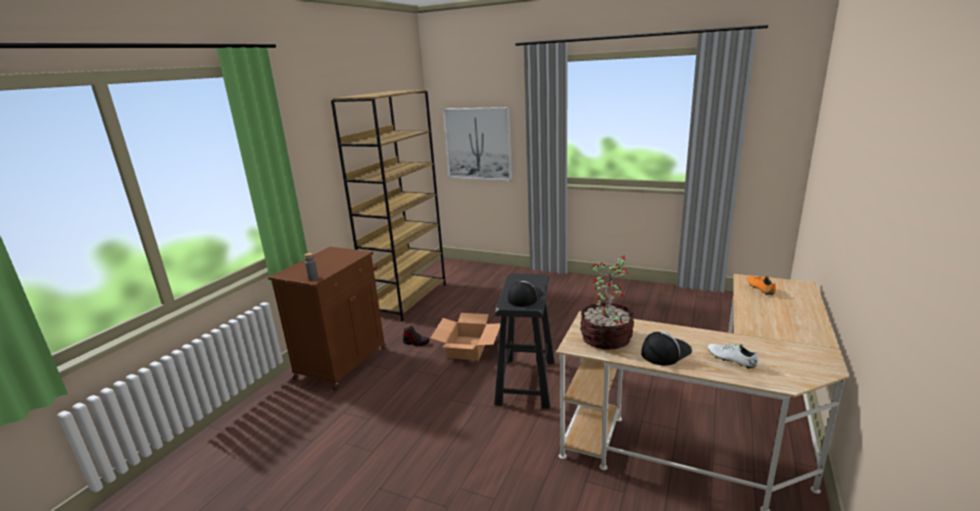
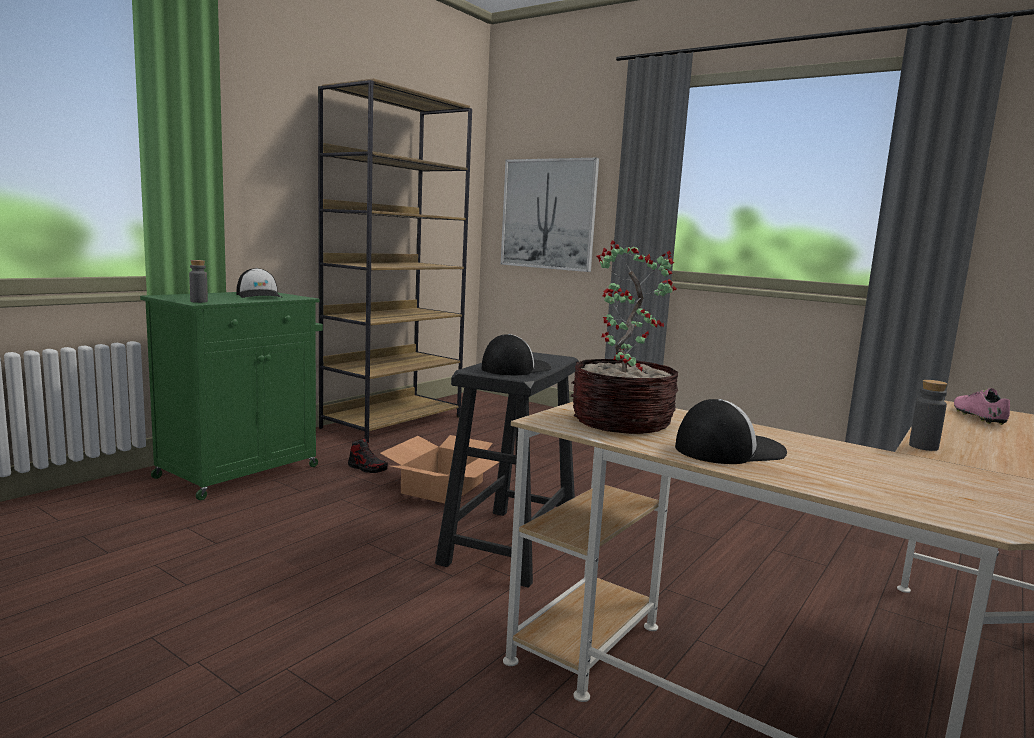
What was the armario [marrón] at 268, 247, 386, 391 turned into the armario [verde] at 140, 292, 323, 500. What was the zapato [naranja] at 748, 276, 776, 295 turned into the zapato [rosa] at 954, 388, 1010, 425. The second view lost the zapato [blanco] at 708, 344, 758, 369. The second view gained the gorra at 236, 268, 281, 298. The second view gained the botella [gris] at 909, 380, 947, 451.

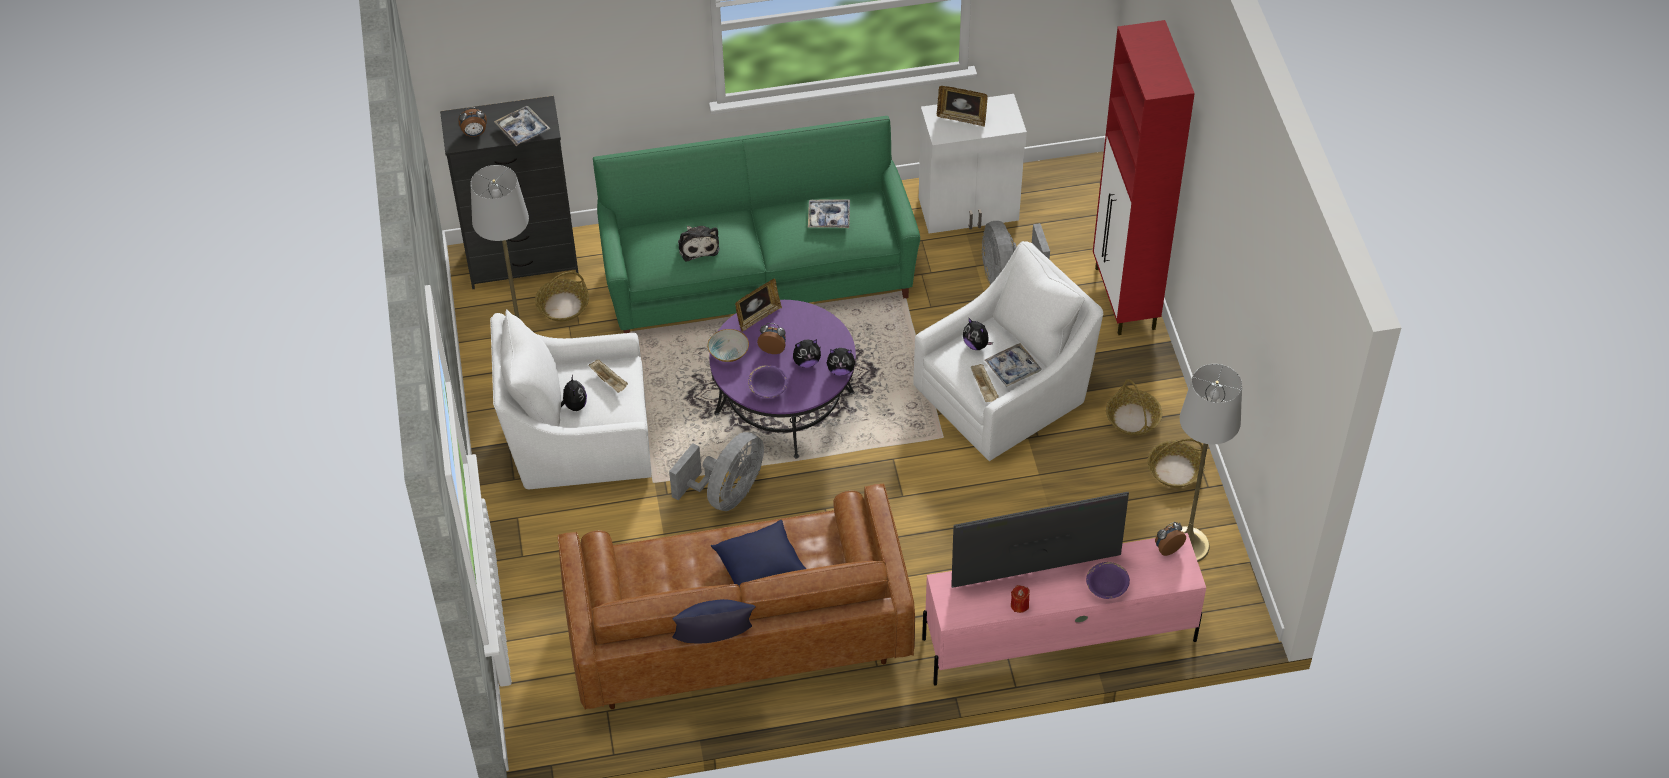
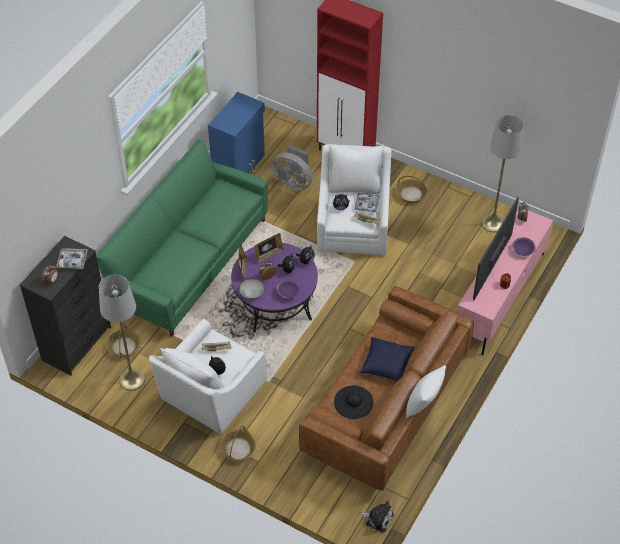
The portarretratos ended up elsewhere, having gone from 937, 86, 988, 127 to 255, 233, 284, 263. What was the armario [blanco] at 919, 94, 1027, 234 turned into the armario [azul] at 208, 92, 265, 174. The second view lost the bandeja at 808, 199, 850, 228. The peluche ended up elsewhere, having gone from 678, 226, 720, 261 to 359, 501, 394, 533. The second view lost the ventilador [gris] at 669, 432, 764, 511. The cesta ended up elsewhere, having gone from 1147, 439, 1205, 488 to 220, 425, 256, 461. What was the cojín [azul] at 672, 599, 756, 643 turned into the cojín [blanco] at 406, 365, 446, 418. The second view gained the sombrero [negro] at 334, 386, 373, 419.

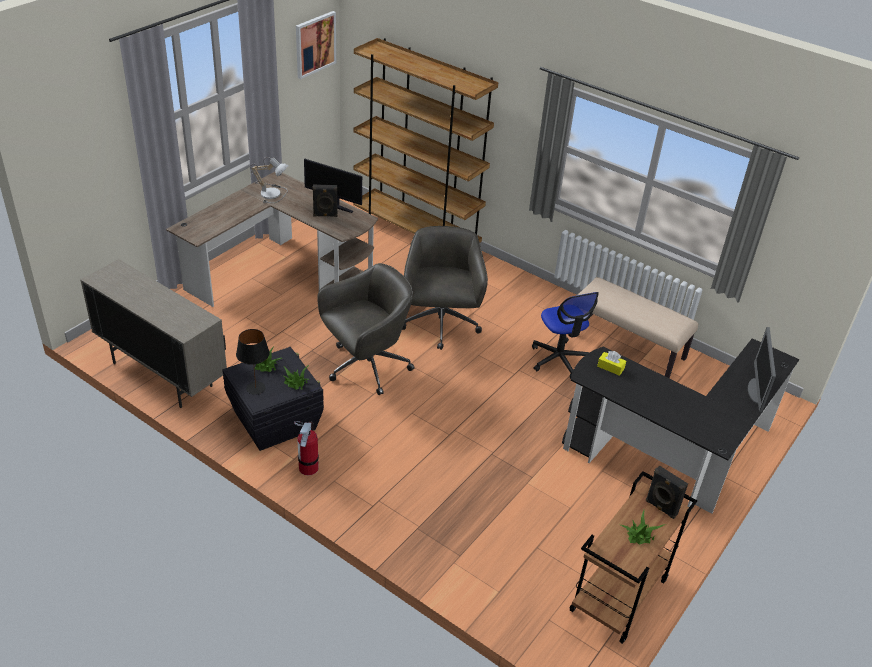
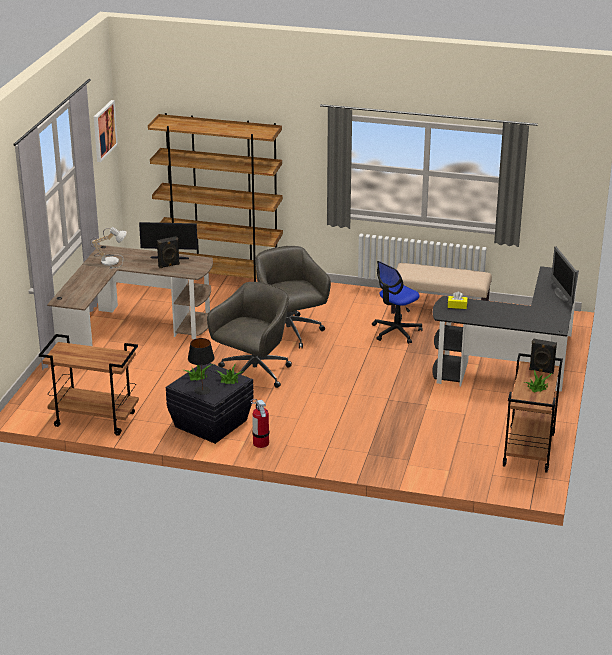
Where the armario [beis] stood at 80, 259, 227, 408, the carrito [marrón] came to stand at 39, 334, 139, 436. The silla de oficina at 532, 292, 599, 379 ended up facing another way, 90 degrees clockwise from before.

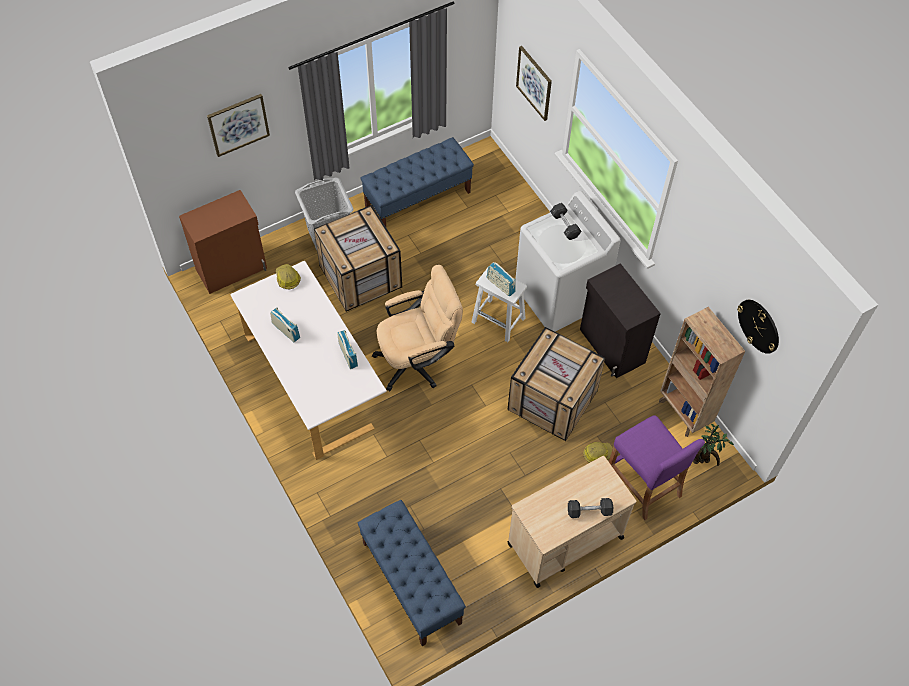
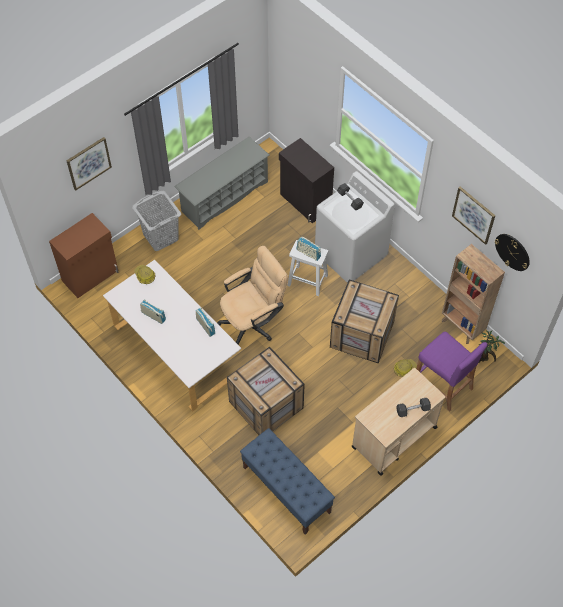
The cuadro ended up elsewhere, having gone from 516, 46, 552, 121 to 452, 187, 495, 245. Where the banco [azul] stood at 360, 137, 474, 227, the zapatero [gris] came to stand at 174, 137, 270, 230. The caja de embalaje ended up elsewhere, having gone from 314, 205, 402, 311 to 227, 347, 305, 435. The armario [negro] ended up elsewhere, having gone from 580, 263, 661, 378 to 279, 138, 334, 223.

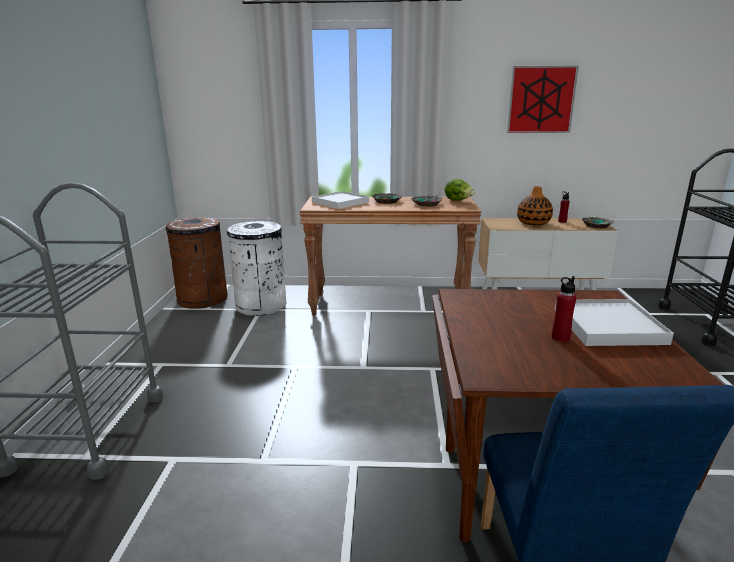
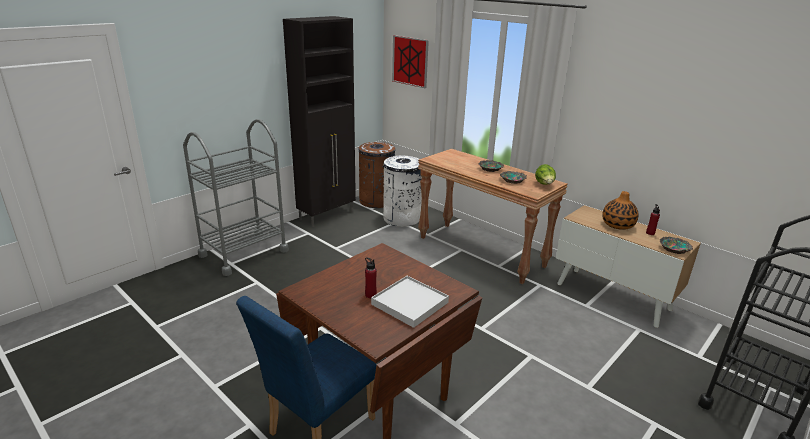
The cuadro ended up elsewhere, having gone from 507, 66, 579, 133 to 392, 35, 429, 88. The second view lost the bandeja [blanco] at 312, 191, 369, 209. The second view gained the armario [negro] at 283, 16, 356, 227.

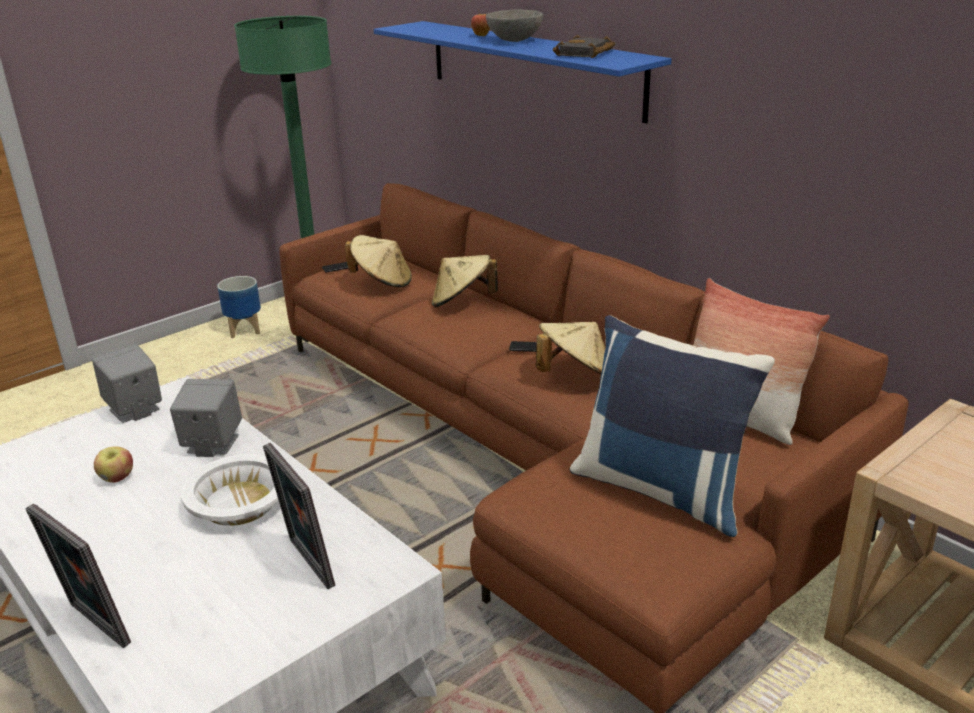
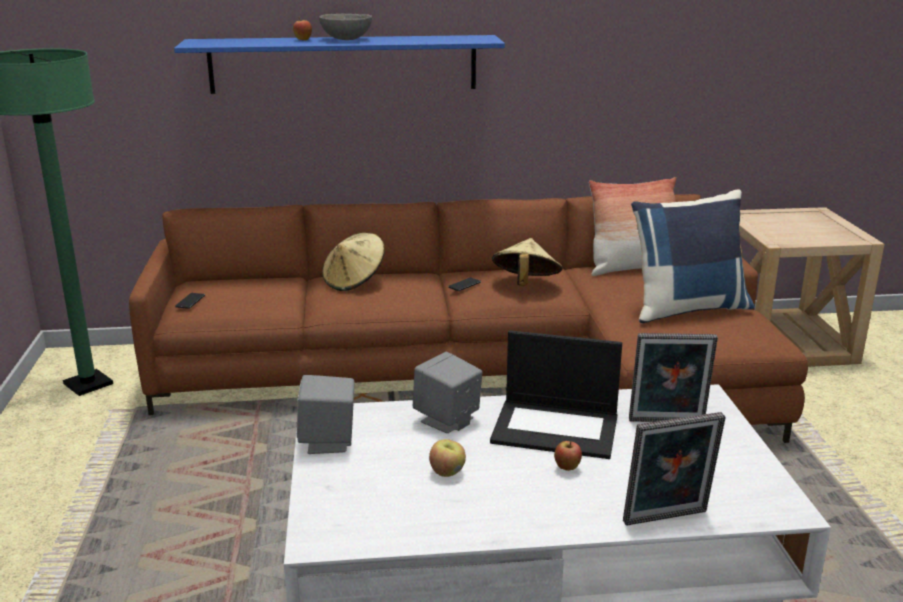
The second view lost the libro [negro] at 553, 35, 615, 58. The second view lost the sombrero [beis] at 345, 235, 412, 287. The second view lost the maceta at 217, 276, 261, 338. Where the cuenco [blanco] stood at 181, 454, 279, 526, the portátil came to stand at 490, 330, 622, 459. The second view gained the manzana at 554, 441, 582, 471.

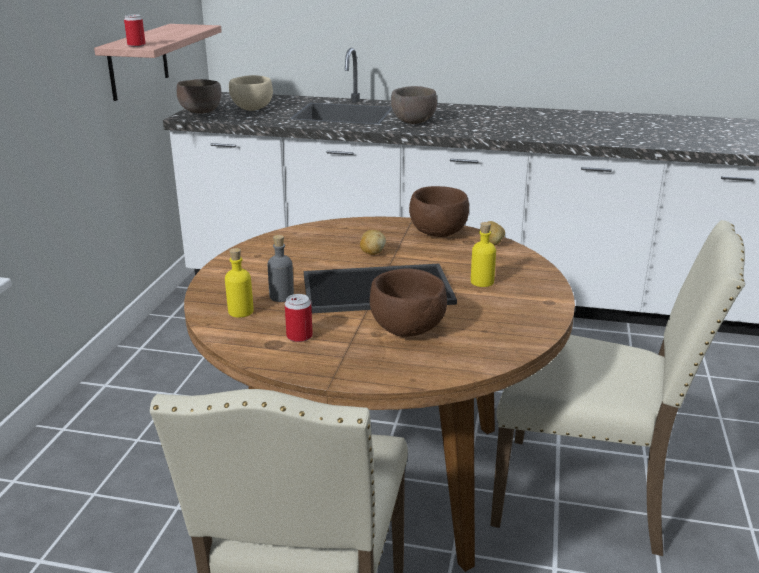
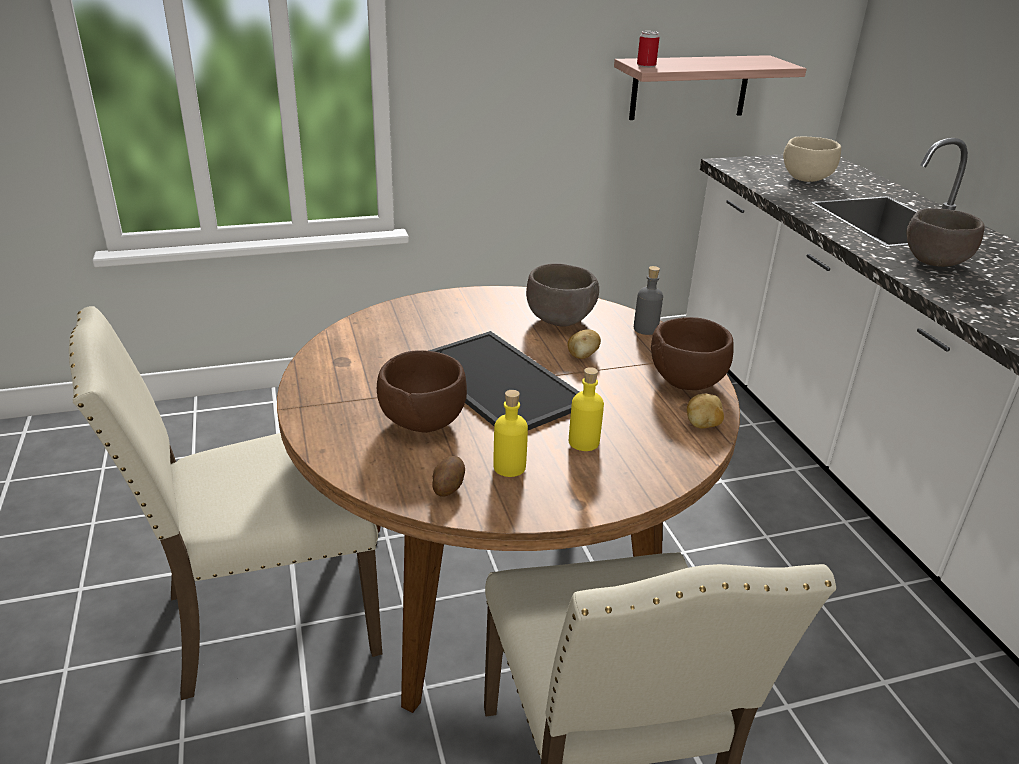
The cuenco [marrón] ended up elsewhere, having gone from 177, 79, 222, 114 to 526, 263, 599, 327. The botella [gris] ended up elsewhere, having gone from 268, 235, 294, 302 to 634, 266, 663, 335. The botella [amarillo] ended up elsewhere, having gone from 225, 248, 254, 318 to 493, 390, 528, 477. The second view lost the lata at 285, 294, 313, 342. The second view gained the patata at 433, 456, 465, 497.

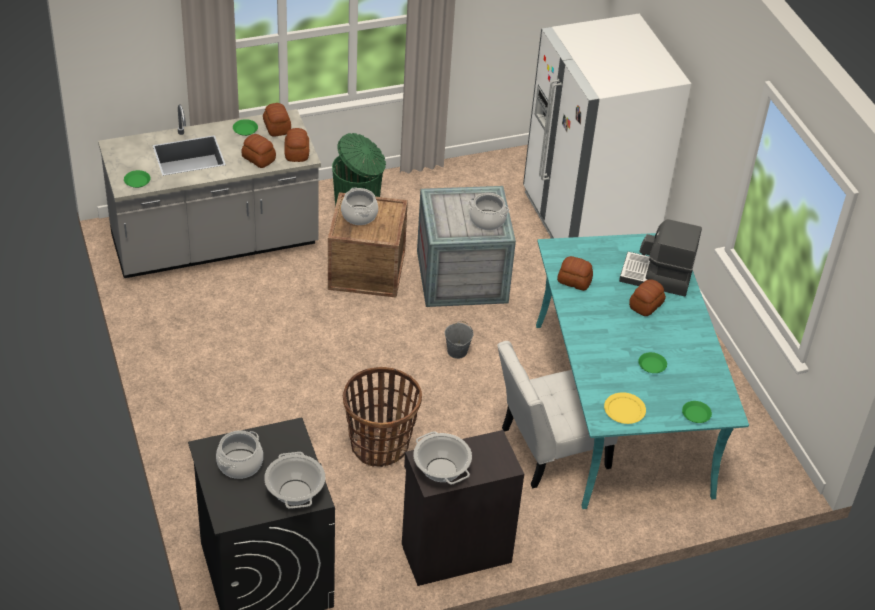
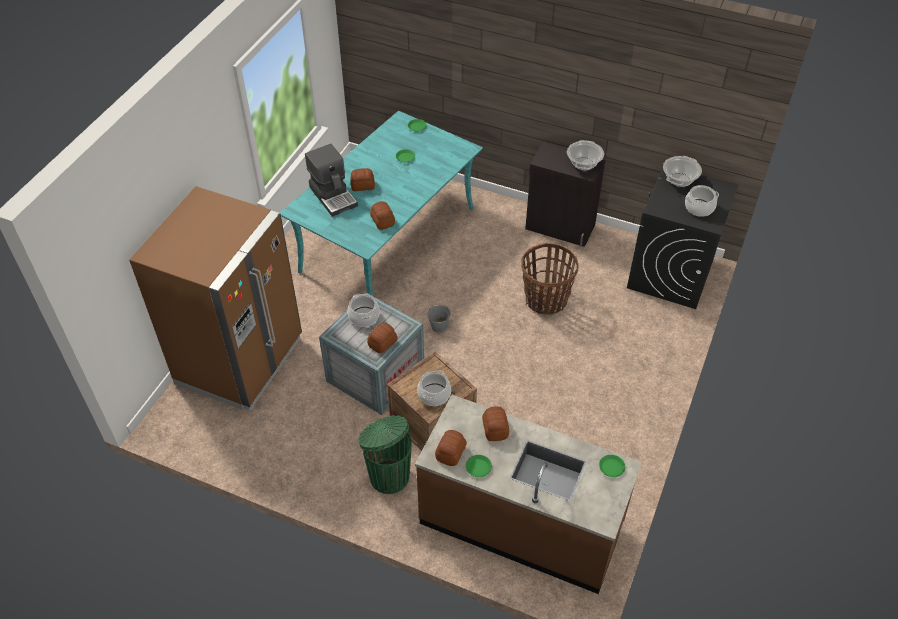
What was the nevera [blanco] at 523, 14, 691, 239 turned into the nevera [marrón] at 129, 186, 302, 411. What was the mueble bajo de cocina [gris] at 98, 105, 321, 278 turned into the mueble bajo de cocina [marrón] at 415, 395, 642, 594. The pan ended up elsewhere, having gone from 284, 128, 309, 162 to 367, 323, 397, 353. The second view lost the silla [blanco] at 497, 341, 618, 488. The second view lost the plato [amarillo] at 604, 392, 646, 424.

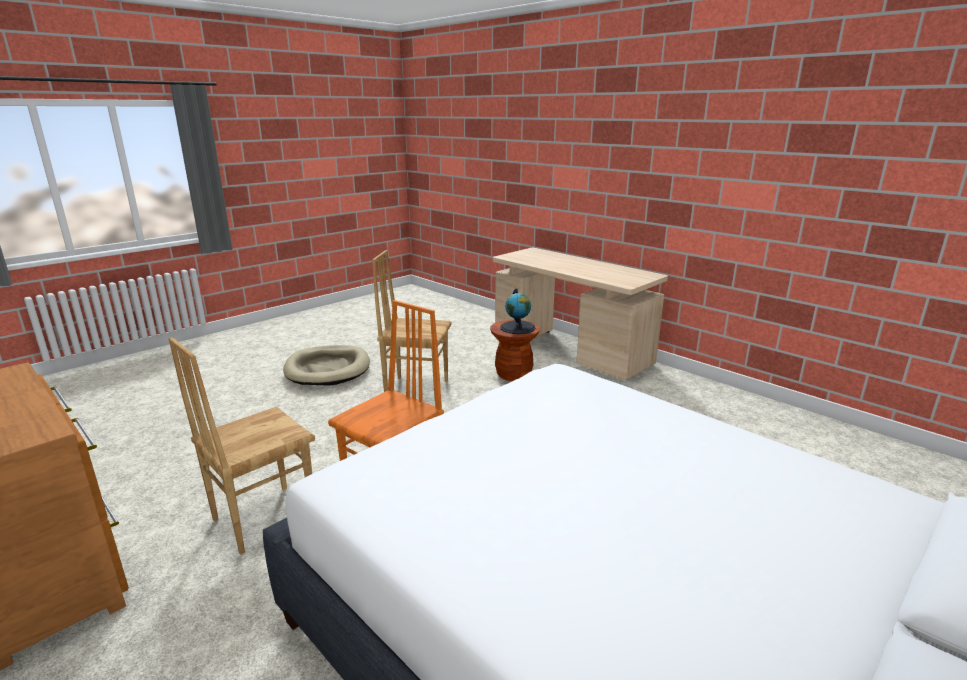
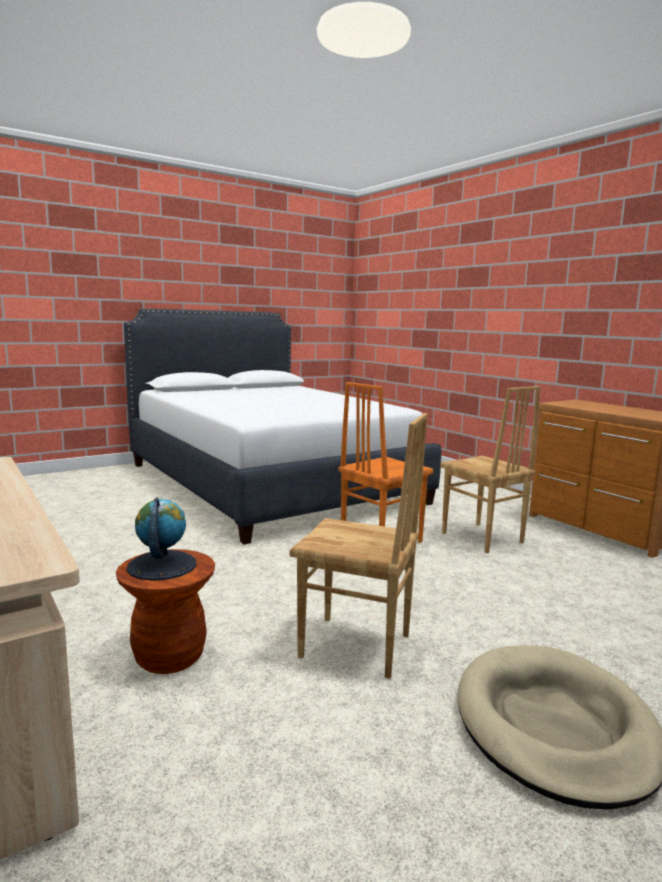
The silla [marrón] at 168, 337, 315, 555 ended up facing another way, 90 degrees clockwise from before.

